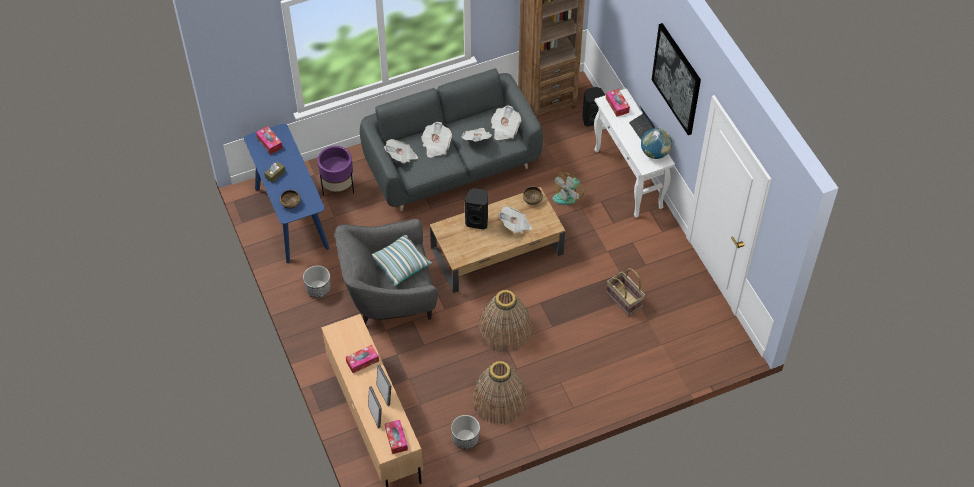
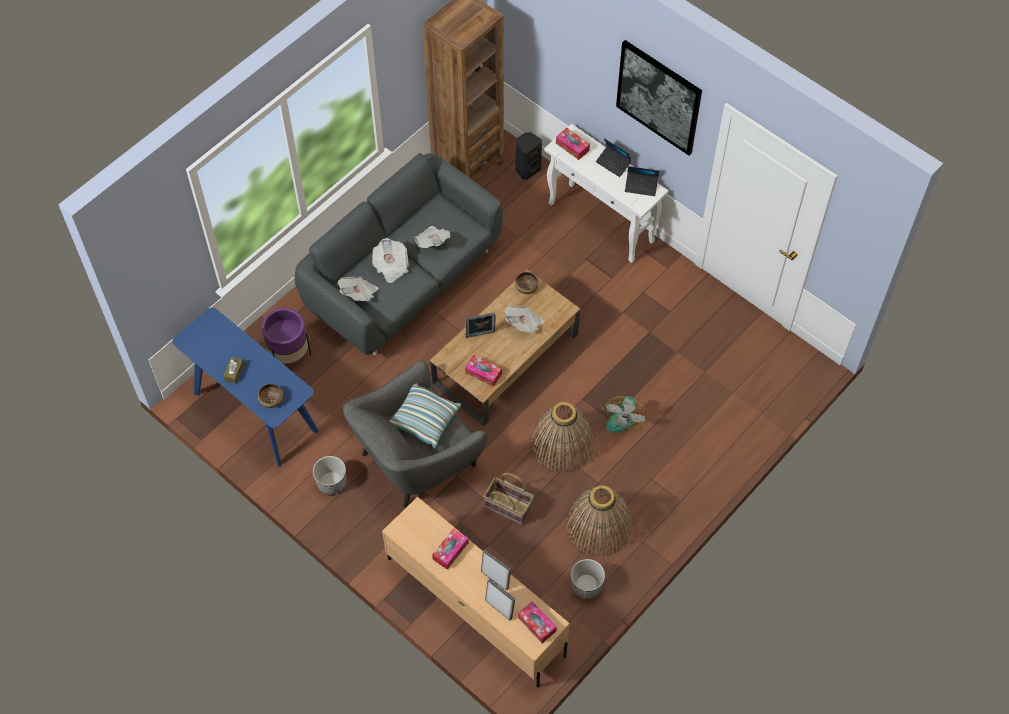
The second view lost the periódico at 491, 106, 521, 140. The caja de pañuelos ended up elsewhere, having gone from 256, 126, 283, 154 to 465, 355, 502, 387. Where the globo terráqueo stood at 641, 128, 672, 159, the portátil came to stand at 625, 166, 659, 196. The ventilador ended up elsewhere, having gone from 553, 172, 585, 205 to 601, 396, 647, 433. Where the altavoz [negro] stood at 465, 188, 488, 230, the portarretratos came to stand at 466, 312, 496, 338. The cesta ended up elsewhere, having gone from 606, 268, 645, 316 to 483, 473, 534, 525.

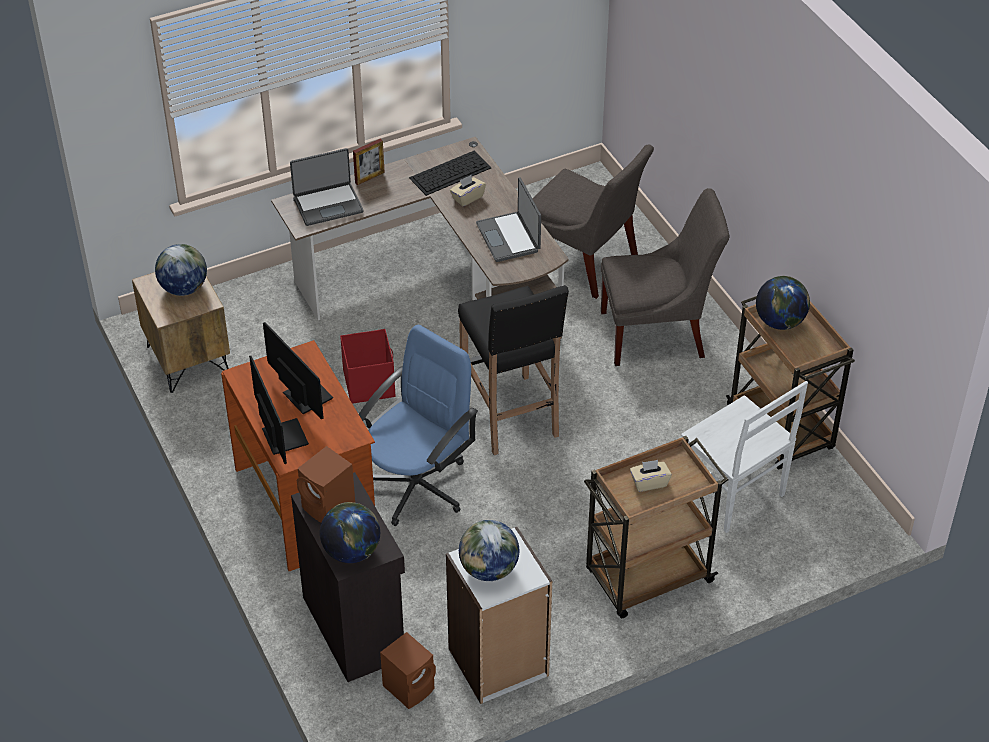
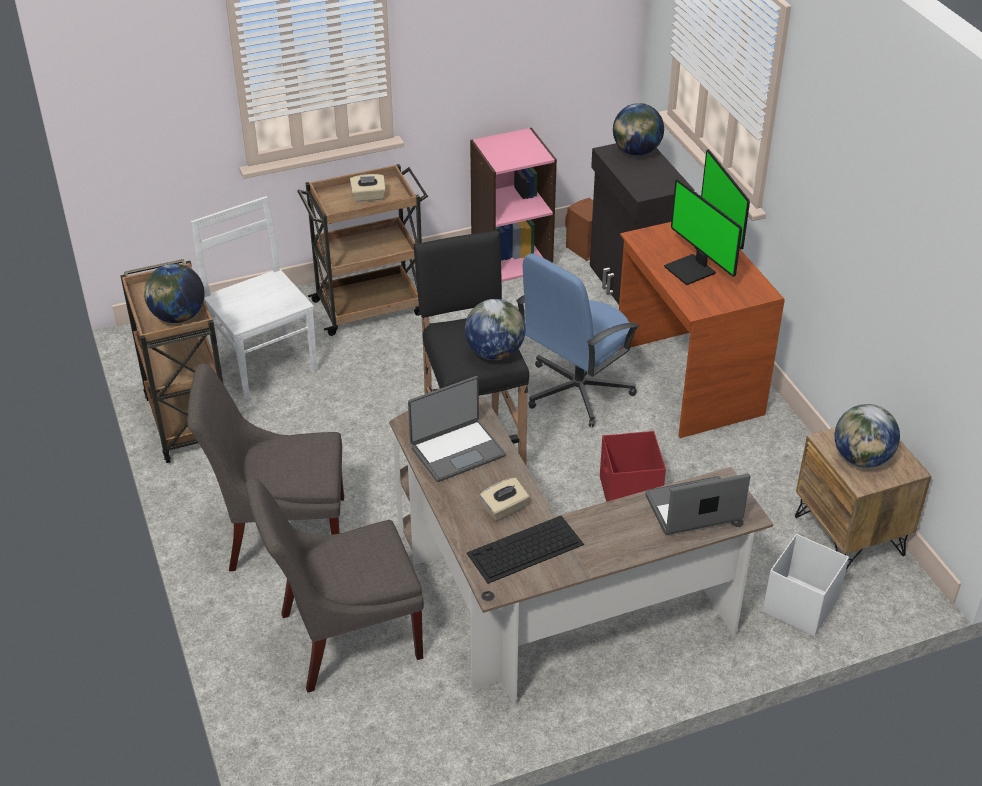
The second view lost the portarretratos at 353, 139, 385, 185. The silla [gris] at 532, 145, 654, 299 ended up facing another way, 60 degrees counterclockwise from before. The portátil at 476, 178, 541, 262 ended up facing another way, 75 degrees clockwise from before. The second view lost the altavoz [marrón] at 297, 446, 355, 523. The globo terráqueo ended up elsewhere, having gone from 459, 520, 519, 581 to 465, 299, 526, 360. What was the estantería [blanco] at 446, 527, 552, 704 turned into the estantería [rosa] at 470, 128, 557, 282. The second view gained the caja de almacenaje [blanco] at 763, 534, 849, 636.

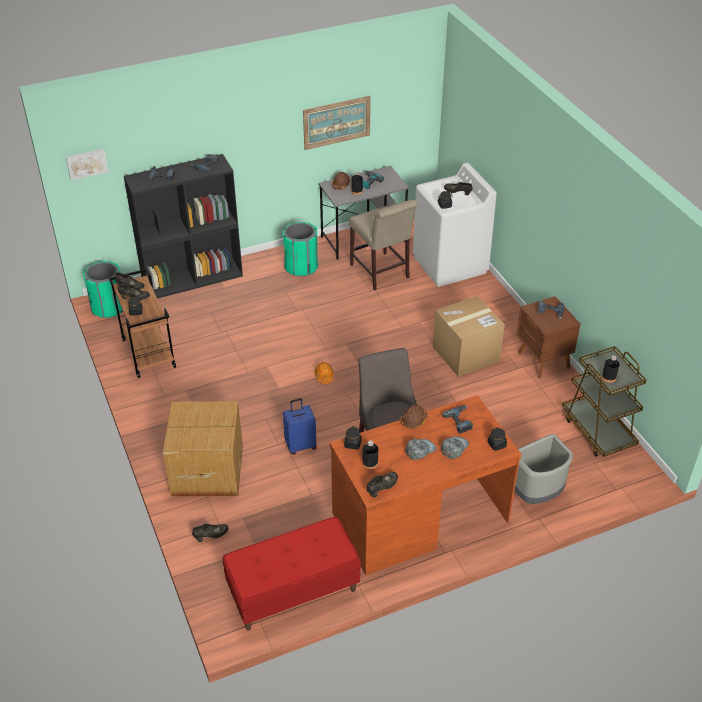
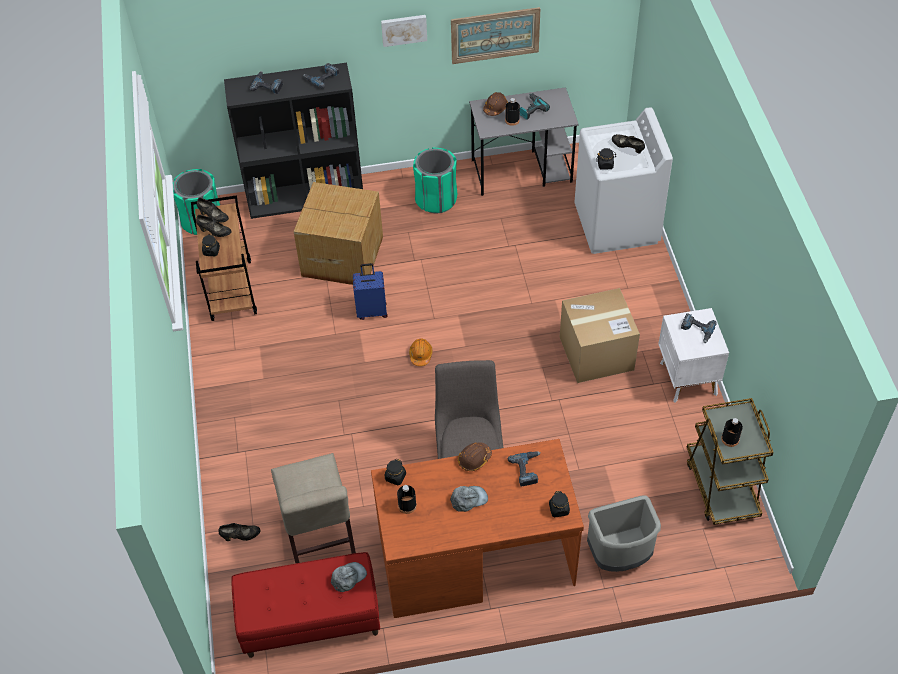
The cuadro ended up elsewhere, having gone from 66, 149, 109, 181 to 381, 15, 427, 47. The silla [beis] ended up elsewhere, having gone from 349, 200, 418, 291 to 271, 453, 356, 563. What was the mesita de noche [marrón] at 516, 296, 581, 378 turned into the mesita de noche [blanco] at 658, 308, 729, 403. The maleta [azul] ended up elsewhere, having gone from 283, 398, 317, 455 to 353, 263, 388, 320. The caja de cartón ended up elsewhere, having gone from 163, 401, 243, 497 to 293, 182, 383, 285. The gorra [gris] ended up elsewhere, having gone from 441, 436, 469, 459 to 331, 562, 367, 592. The second view lost the zapato [negro] at 367, 472, 398, 498.

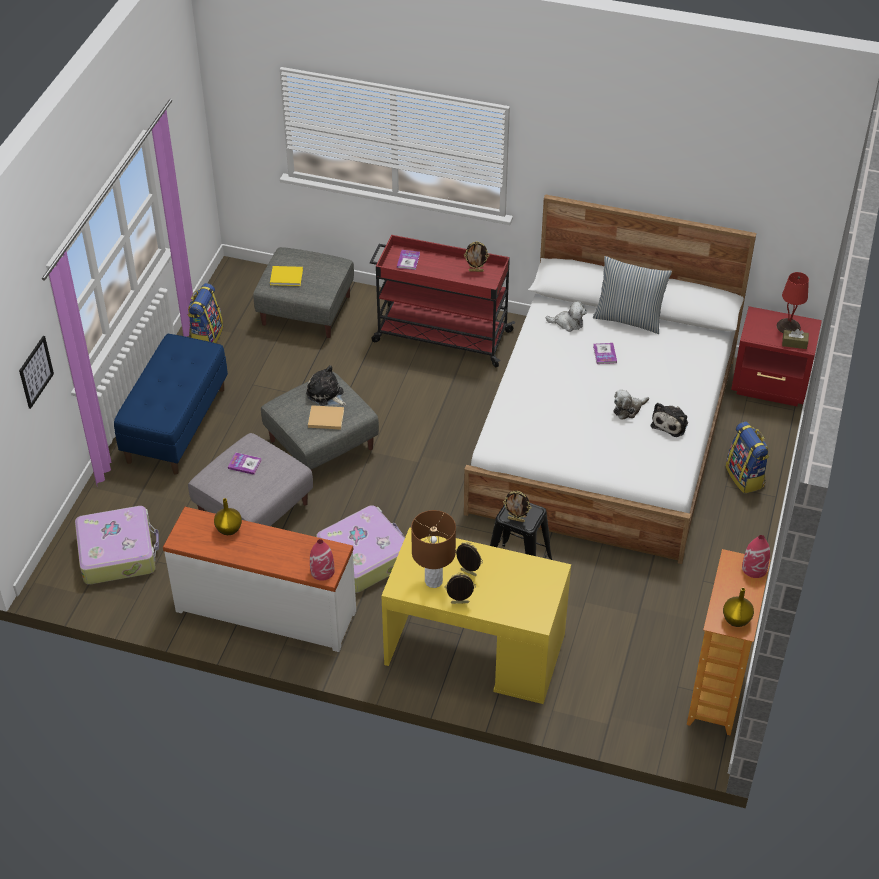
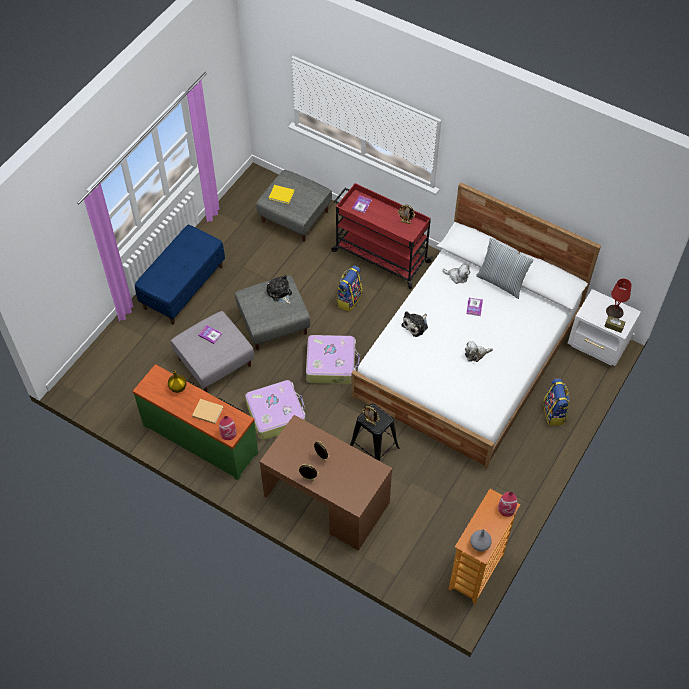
The mochila ended up elsewhere, having gone from 187, 283, 223, 343 to 336, 265, 363, 312. What was the mesita de noche [rojo] at 731, 306, 822, 406 turned into the mesita de noche [blanco] at 568, 289, 641, 366. The second view lost the cuadro at 19, 336, 54, 409. The peluche ended up elsewhere, having gone from 651, 403, 688, 437 to 401, 311, 428, 337. The libro [beis] ended up elsewhere, having gone from 308, 405, 344, 430 to 192, 399, 223, 424. The maleta ended up elsewhere, having gone from 75, 506, 159, 585 to 306, 335, 360, 384. What was the cómoda [blanco] at 163, 507, 356, 652 turned into the cómoda [verde] at 133, 364, 258, 480. The second view lost the lámpara de mesa [marrón] at 411, 510, 456, 588. What was the escritorio [amarillo] at 381, 527, 571, 704 turned into the escritorio [marrón] at 259, 415, 392, 551. What was the florero [amarillo] at 723, 588, 754, 627 turned into the florero [gris] at 470, 529, 492, 552.

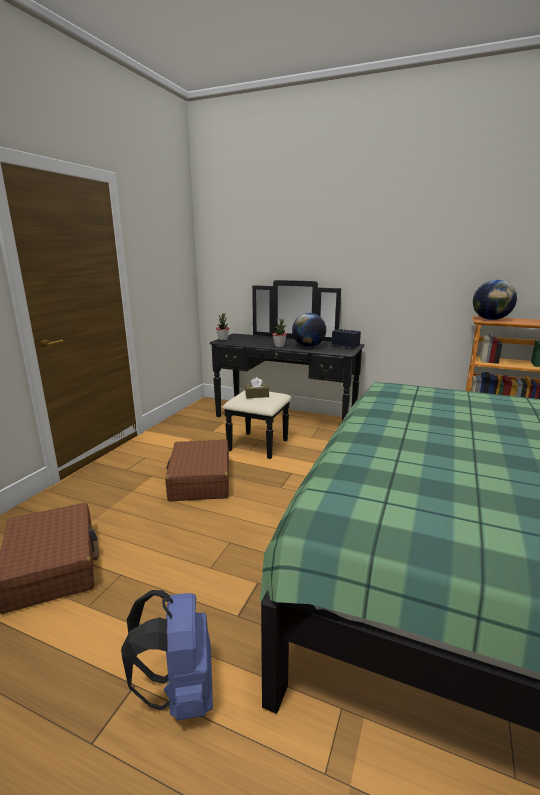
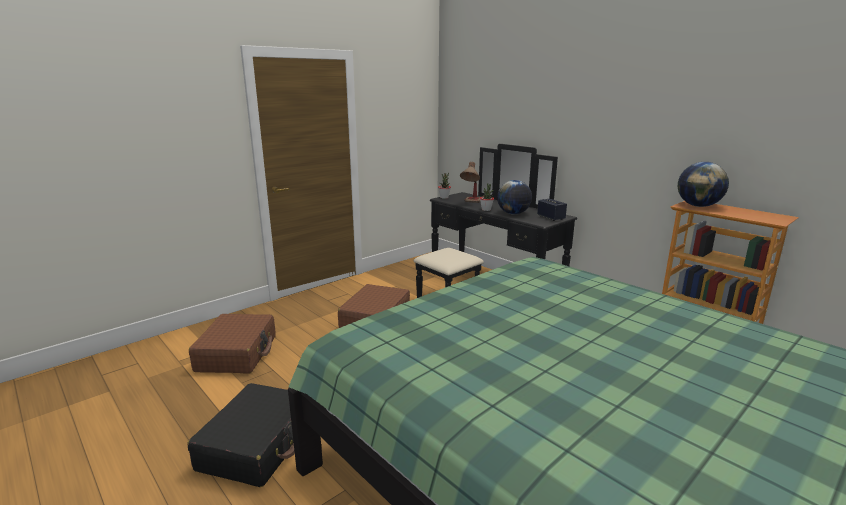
The second view lost the caja de pañuelos [marrón] at 245, 377, 269, 398. Where the mochila [azul] stood at 121, 590, 213, 721, the maleta [negro] came to stand at 187, 383, 295, 487. The second view gained the lámpara de mesa at 460, 162, 480, 203.

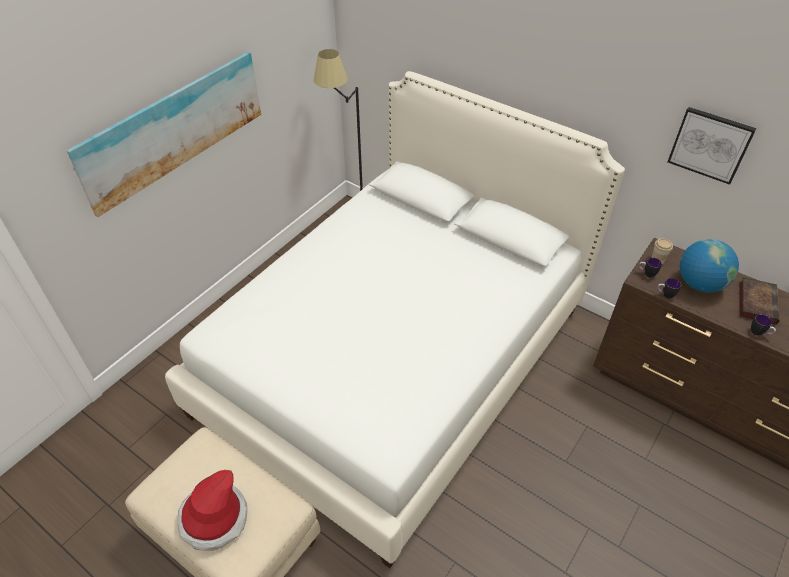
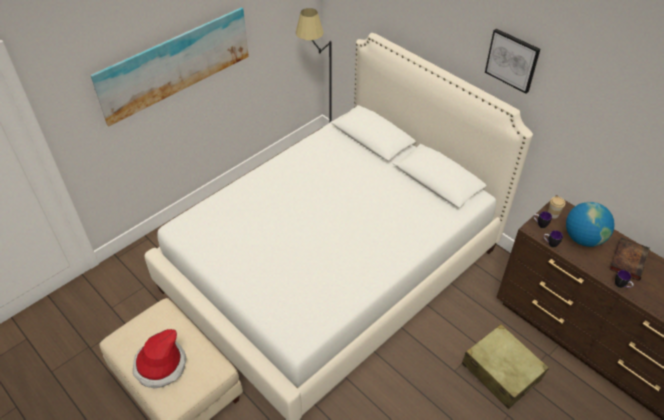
The cuadro ended up elsewhere, having gone from 668, 107, 757, 185 to 485, 29, 540, 93. The second view gained the maleta [beis] at 462, 324, 549, 409.

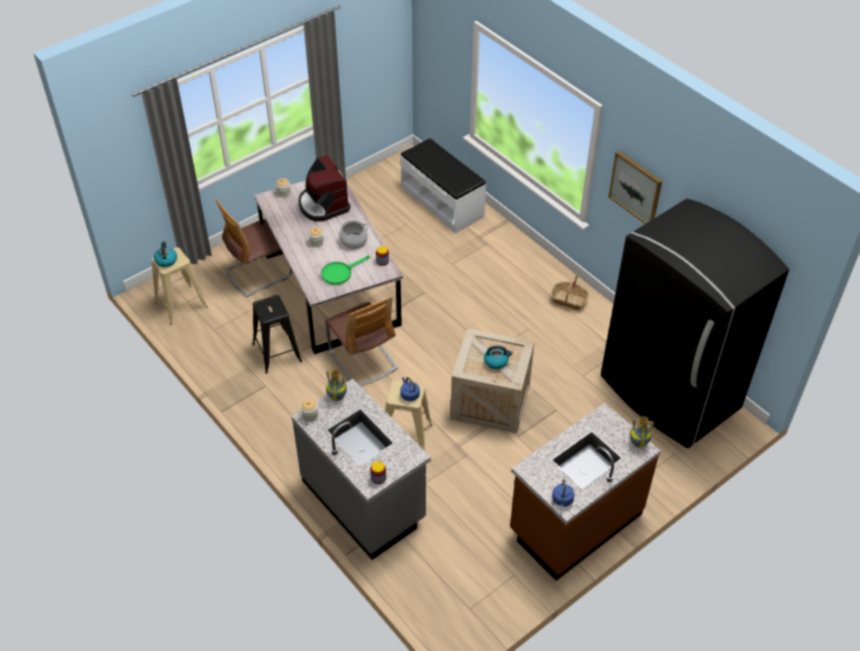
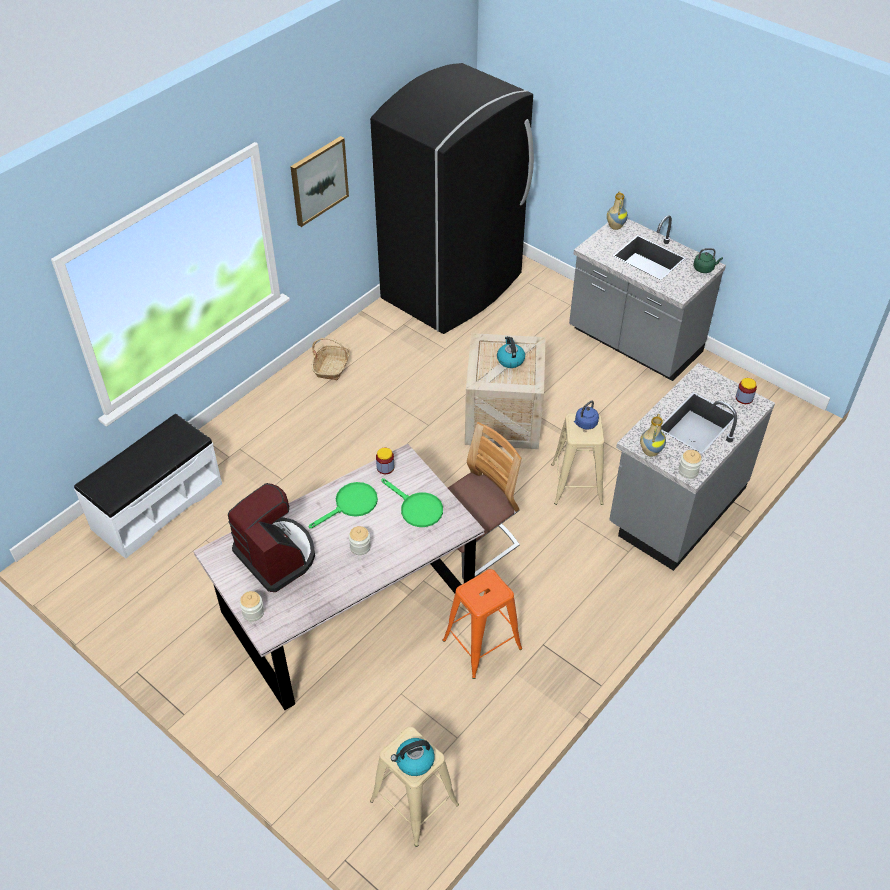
The cafetera at 298, 155, 351, 221 ended up facing another way, 90 degrees counterclockwise from before. The second view lost the silla at 216, 198, 292, 297. Where the olla stood at 338, 220, 368, 249, the sartén [verde] came to stand at 309, 482, 378, 529. What was the taburete [negro] at 252, 295, 302, 374 turned into the taburete [naranja] at 442, 569, 522, 679. What was the mueble bajo de cocina [marrón] at 510, 403, 661, 581 turned into the mueble bajo de cocina [gris] at 569, 215, 726, 381. What was the hervidor [azul] at 552, 479, 575, 507 turned into the hervidor [verde] at 693, 248, 723, 273.

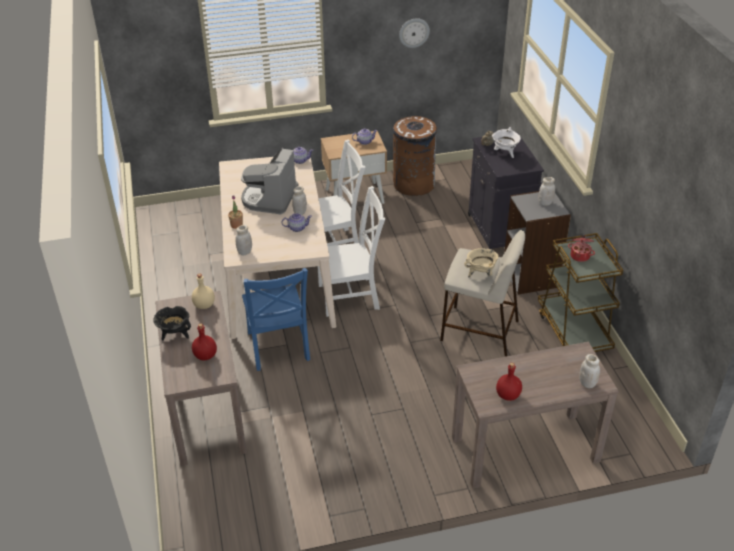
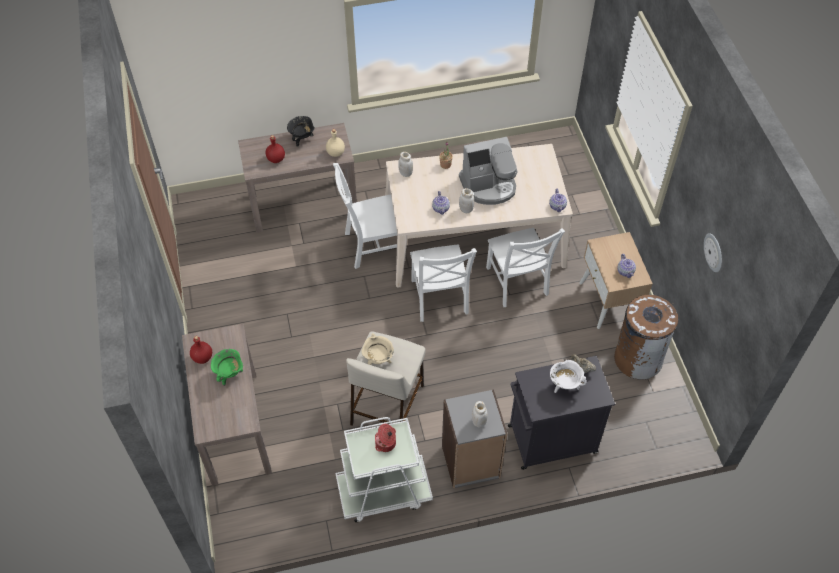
The cafetera at 241, 148, 298, 214 ended up facing another way, 150 degrees clockwise from before. What was the carrito [marrón] at 538, 233, 623, 352 turned into the carrito [blanco] at 335, 417, 433, 522. What was the silla [azul] at 242, 268, 310, 371 turned into the silla [blanco] at 333, 163, 397, 269. The second view lost the tarro [blanco] at 579, 354, 600, 388. The second view gained the olla [verde] at 211, 349, 243, 386.

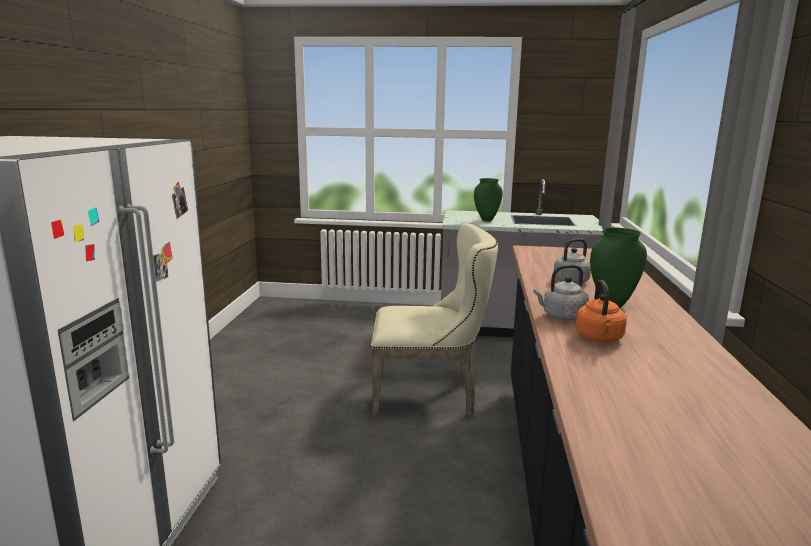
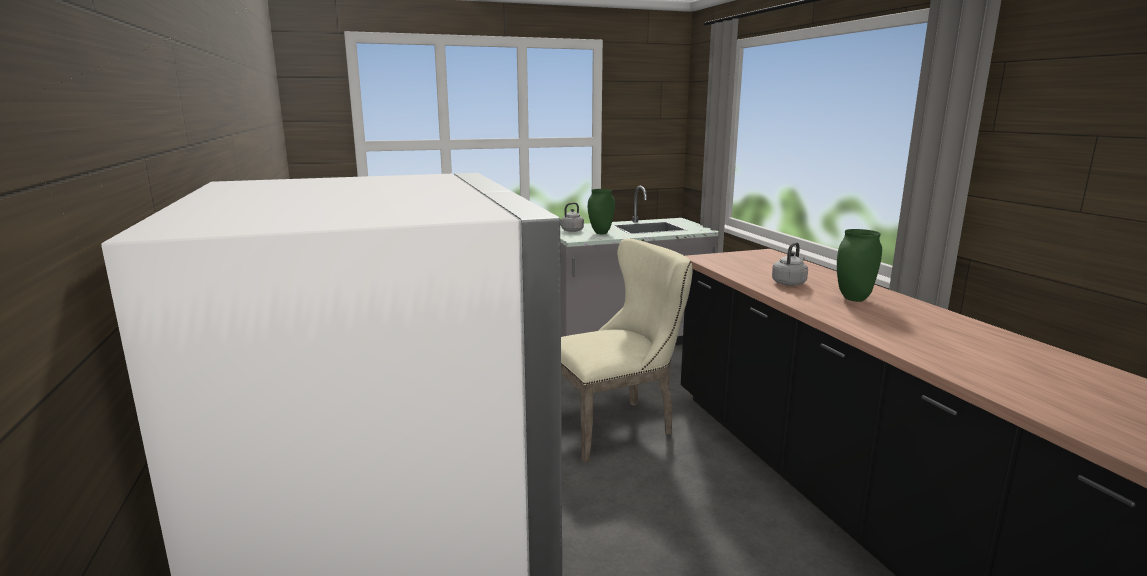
The hervidor [gris] ended up elsewhere, having gone from 533, 265, 589, 320 to 560, 202, 584, 232. The second view lost the hervidor [naranja] at 576, 280, 627, 342.

